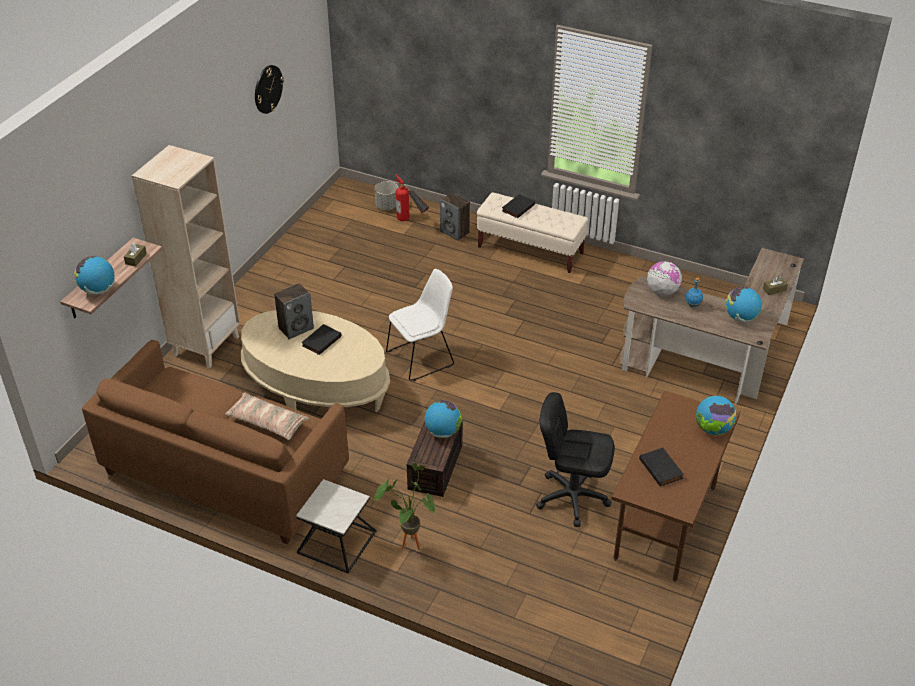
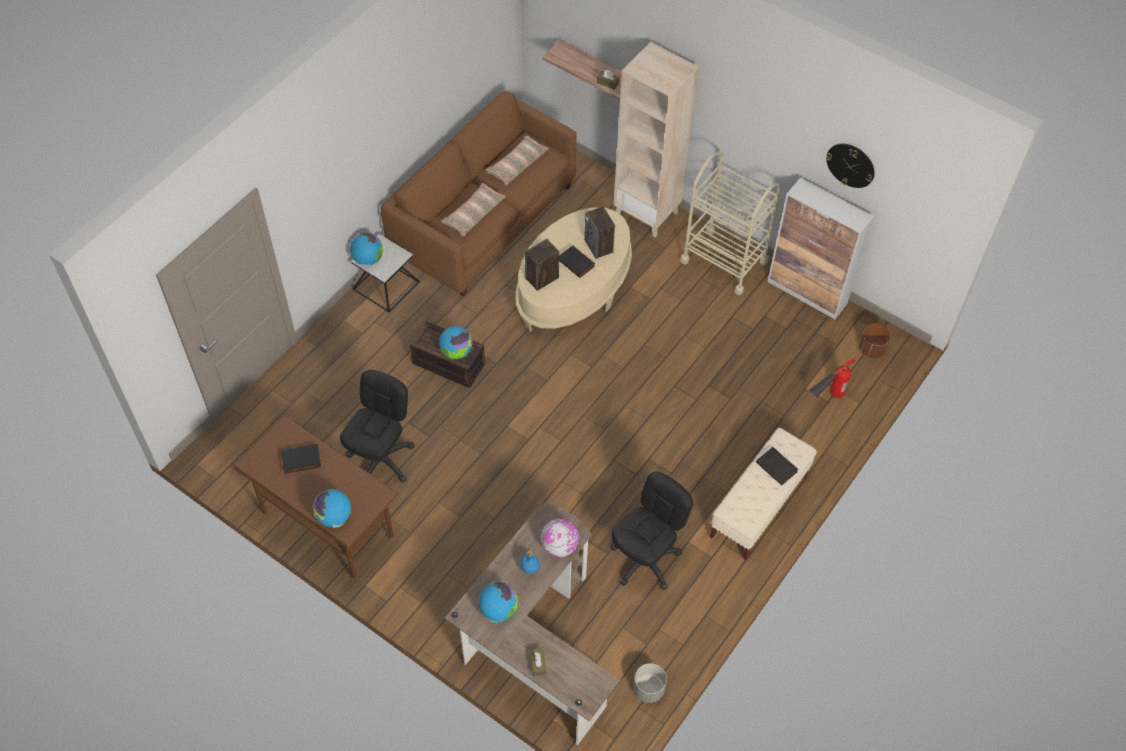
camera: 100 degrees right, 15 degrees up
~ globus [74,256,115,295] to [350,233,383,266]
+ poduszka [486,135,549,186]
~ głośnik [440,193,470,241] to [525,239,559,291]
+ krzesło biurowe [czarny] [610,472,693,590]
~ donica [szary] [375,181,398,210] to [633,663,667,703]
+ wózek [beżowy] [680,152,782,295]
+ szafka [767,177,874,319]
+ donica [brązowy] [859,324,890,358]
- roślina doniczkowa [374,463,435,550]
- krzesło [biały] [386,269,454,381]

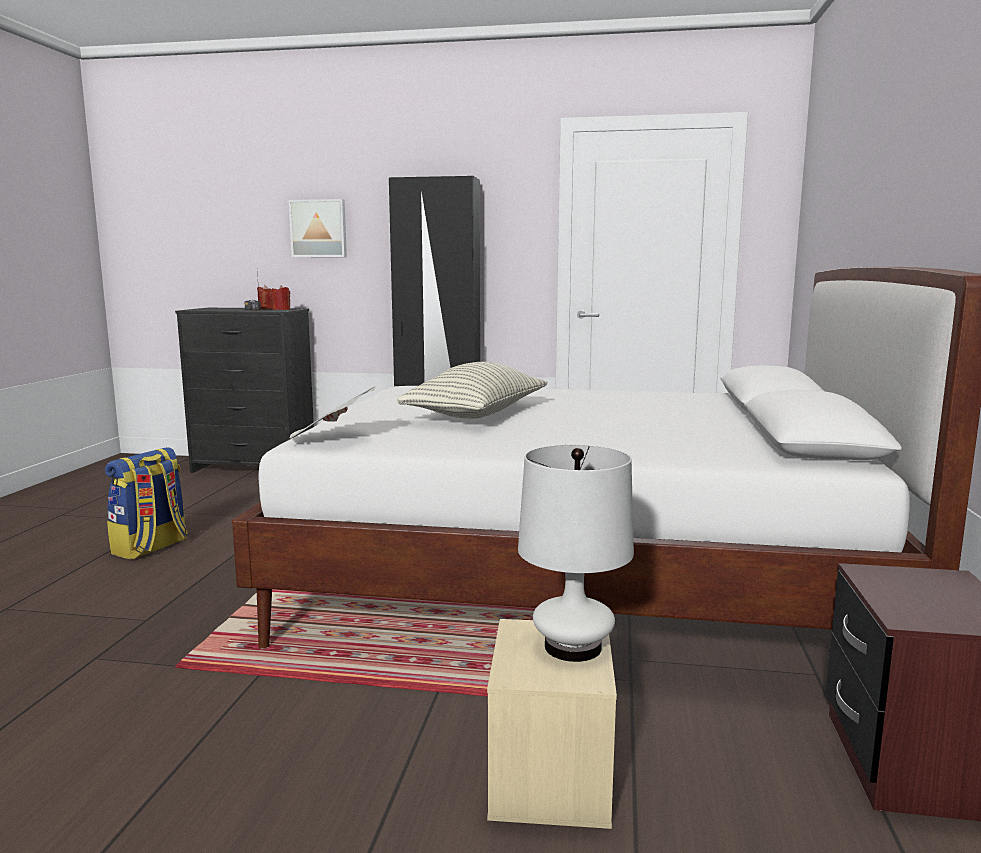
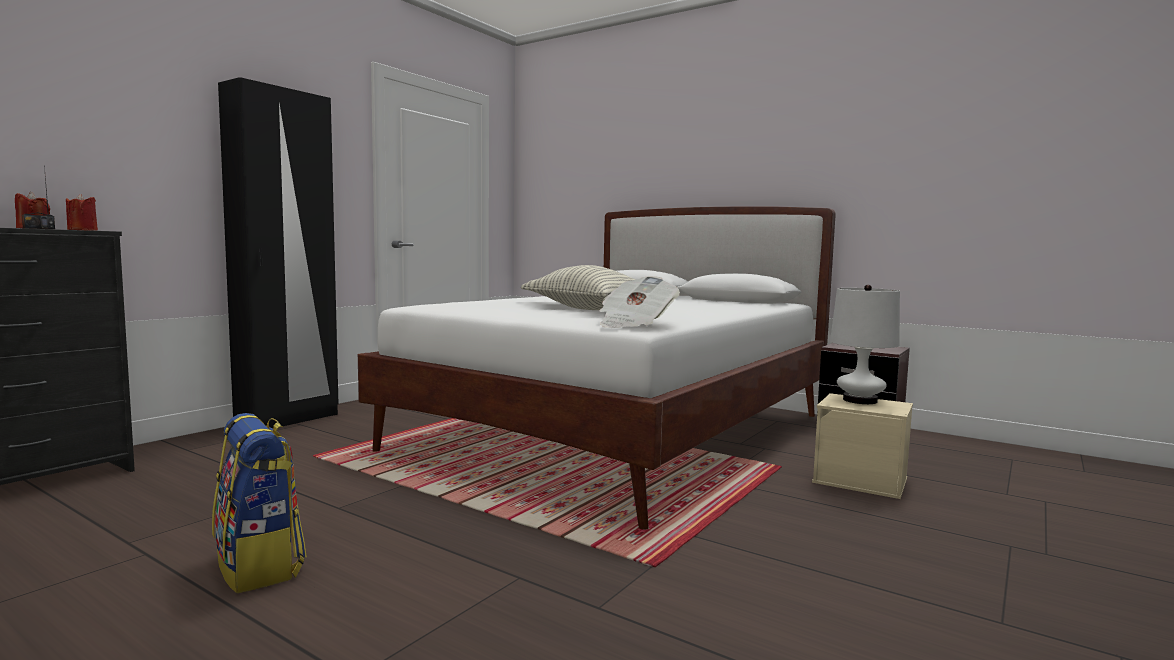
camera: 65 degrees left, 5 degrees down
- obraz [289,199,347,257]

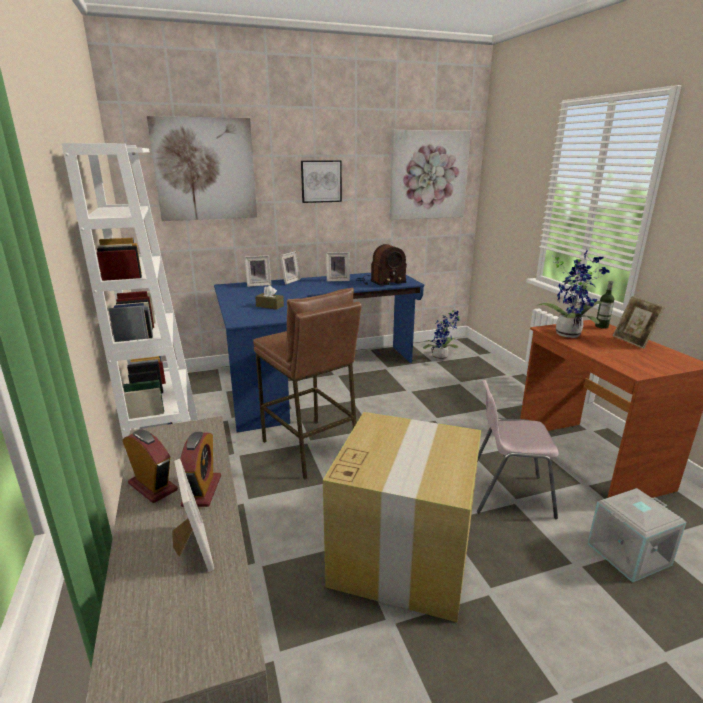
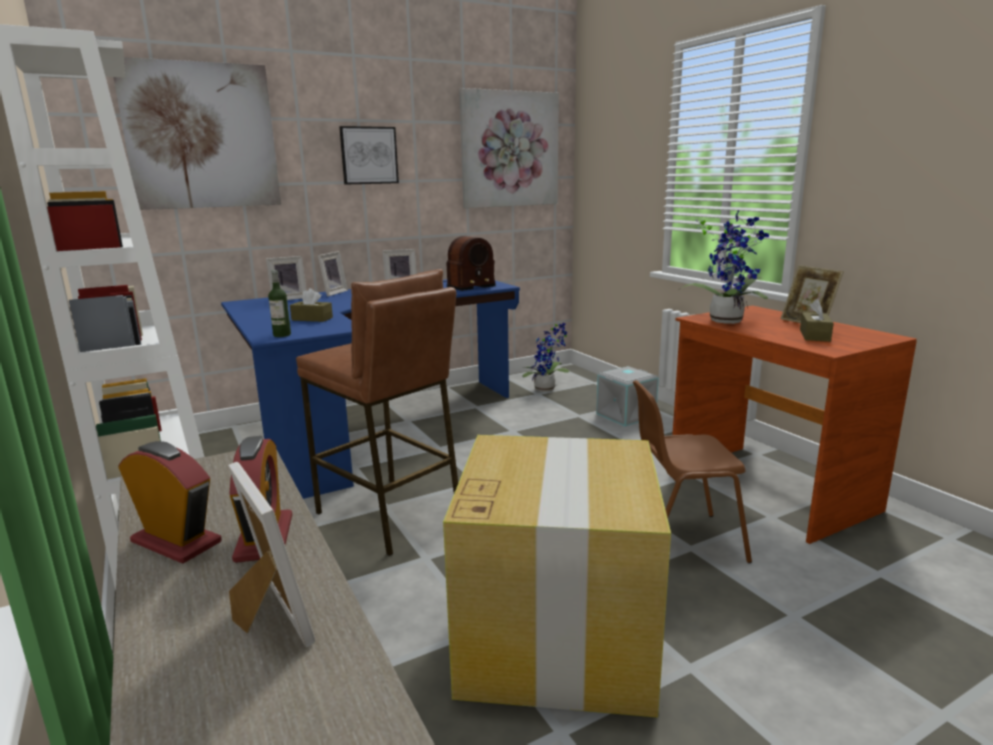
camera: 10 degrees left, 5 degrees down
~ butelka [595,281,614,329] to [268,270,291,337]
~ pojemnik do przechowywania [szary] [587,488,686,583] to [596,366,659,427]
~ krzesło [różowy] [477,380,559,519] to krzesło [brązowy] [633,380,752,563]
+ pudełko chusteczek [brązowy] [800,299,834,342]

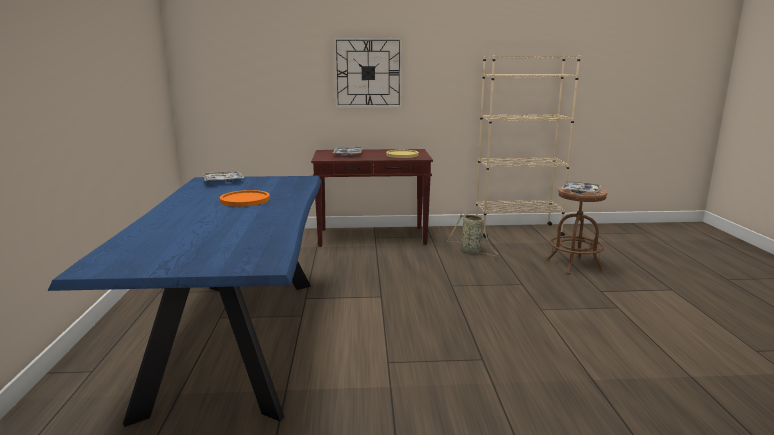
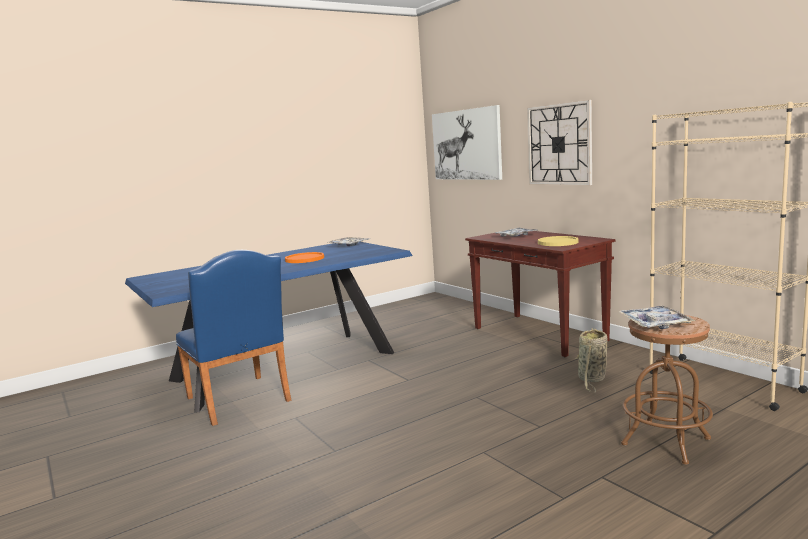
camera: 60 degrees right, 5 degrees down
+ krzesło [niebieski] [176,250,292,426]
+ obraz [432,105,502,180]

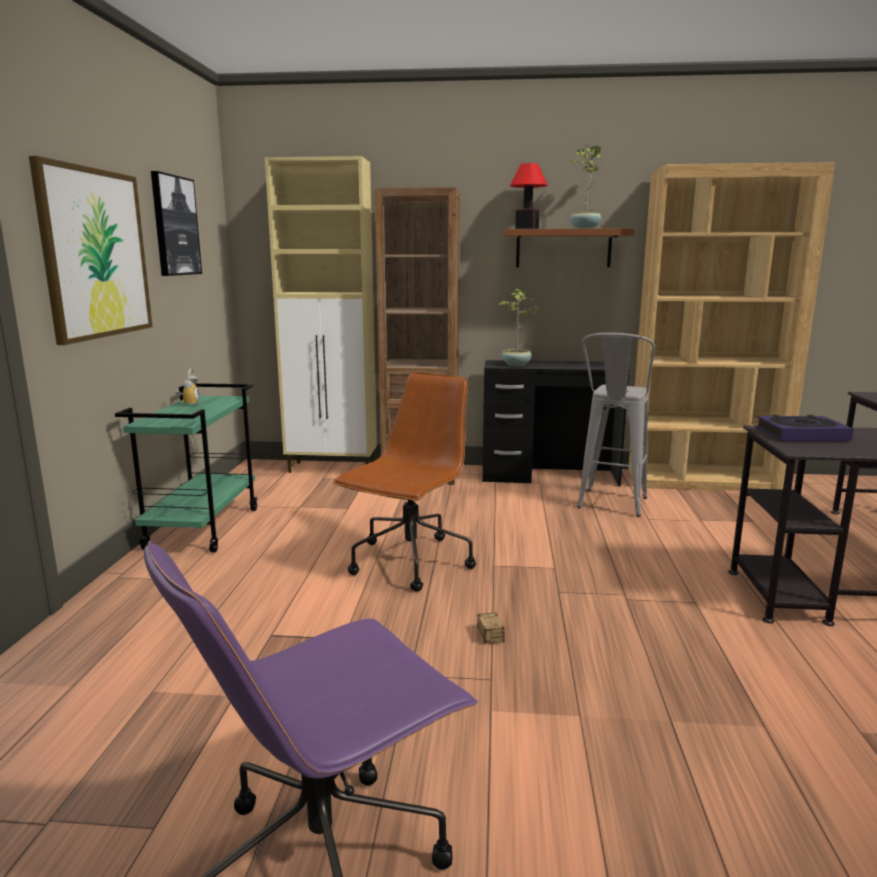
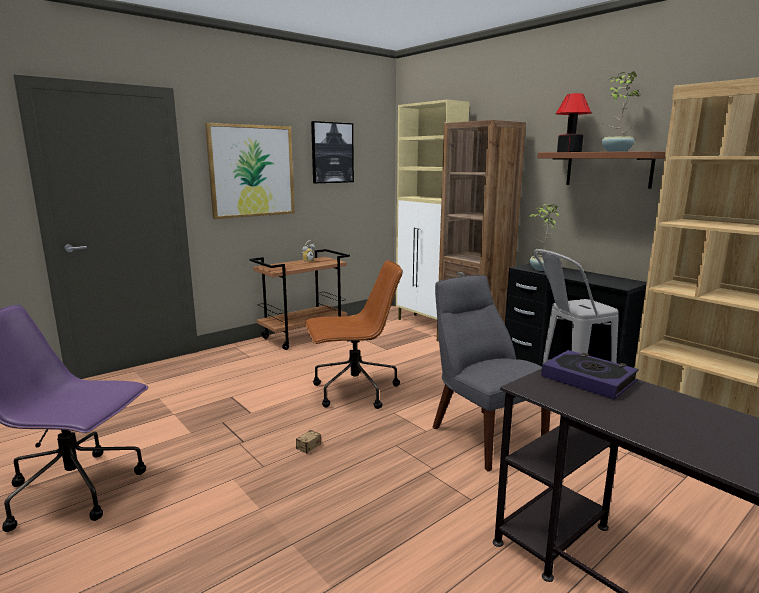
camera: 45 degrees right, 0 degrees up
~ wózek [zielony] [115,383,258,552] to wózek [brązowy] [249,249,350,350]
+ krzesło [szary] [433,275,551,472]

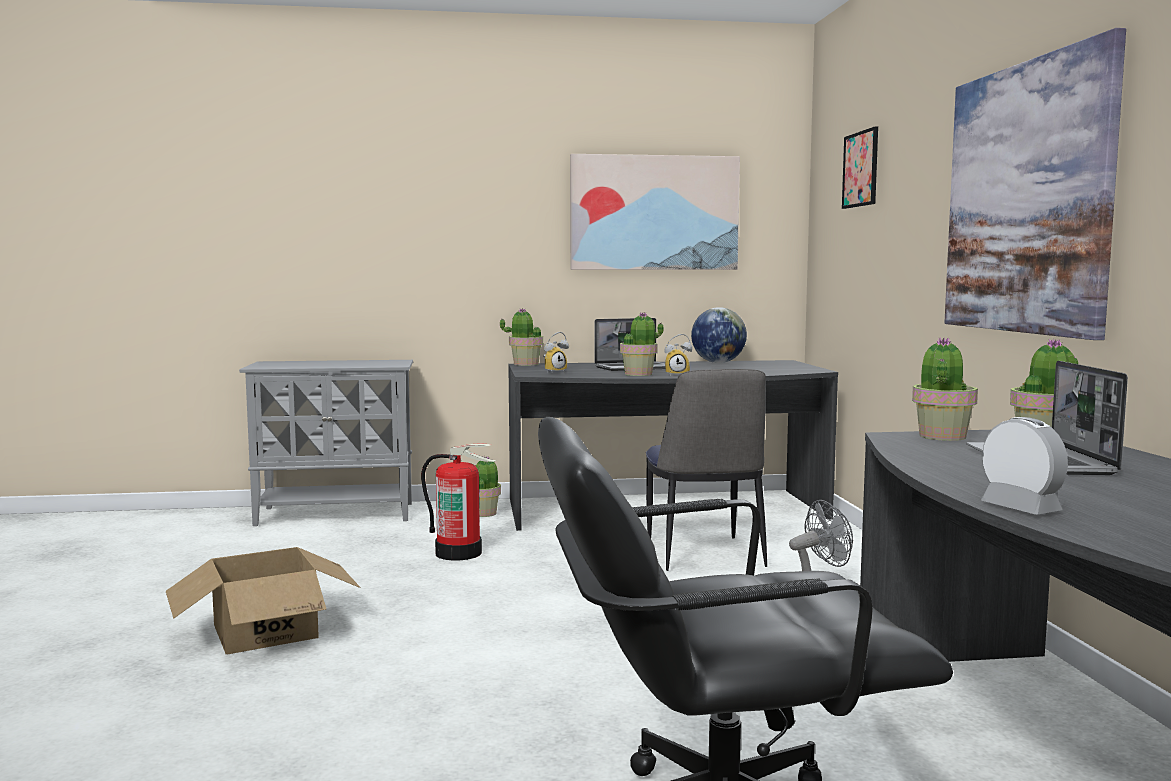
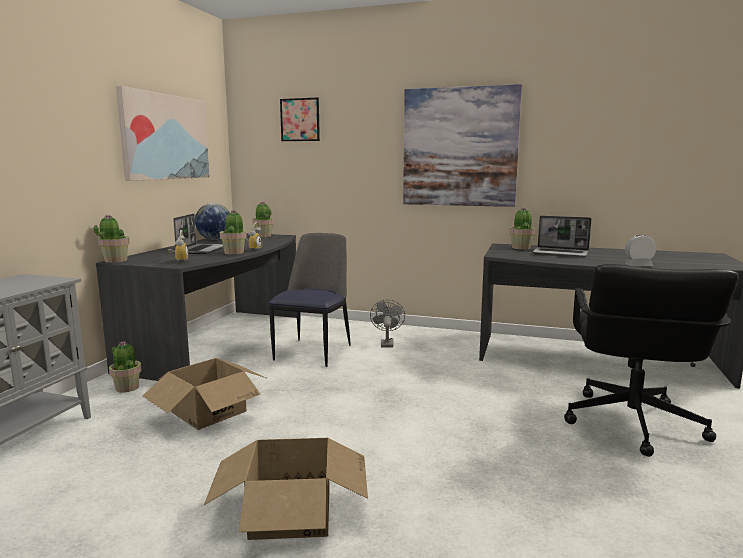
camera: 65 degrees left, 5 degrees up
~ gaśnica [421,444,497,560] to karton [143,358,266,430]
~ roślina doniczkowa [912,337,978,441] to [252,202,274,237]
~ krzesło [646,369,767,571] = [269,233,351,367] 90 degrees counterclockwise

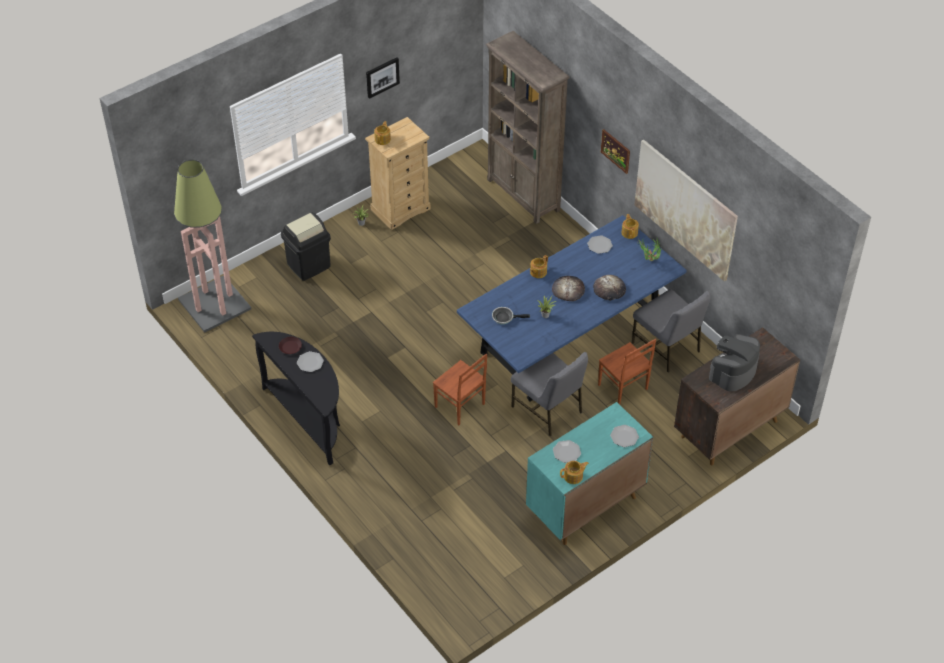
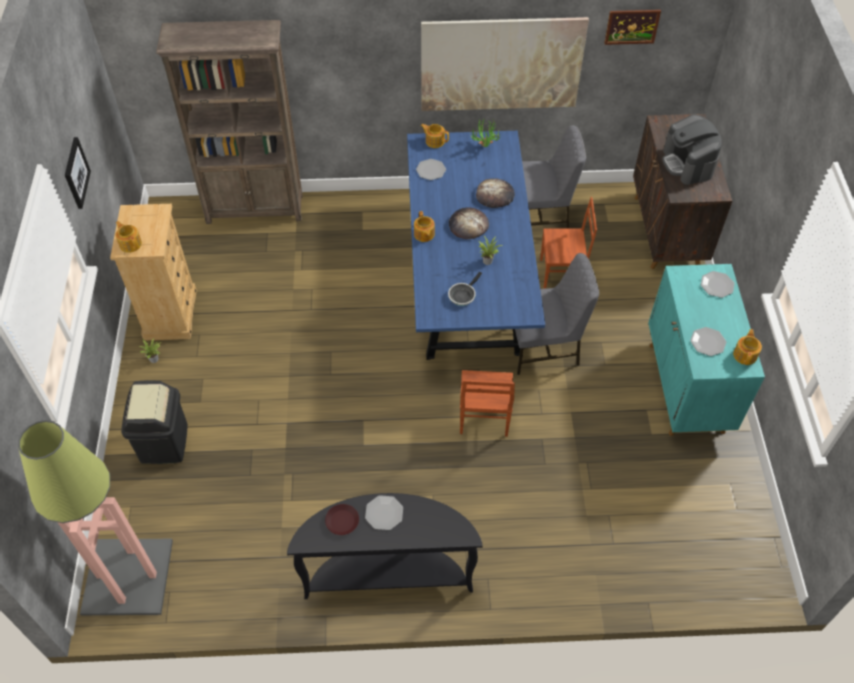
camera: 55 degrees left, 5 degrees up
~ krzesło [brązowy] [433,354,487,425] = [460,370,515,437] 105 degrees clockwise
~ obraz [601,129,630,174] to [604,10,661,45]

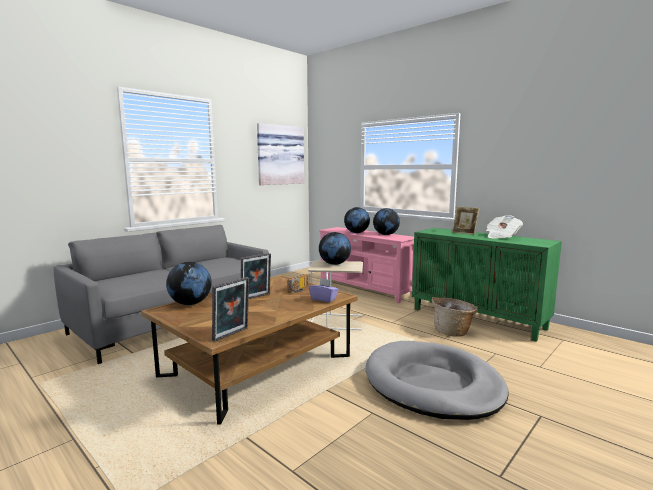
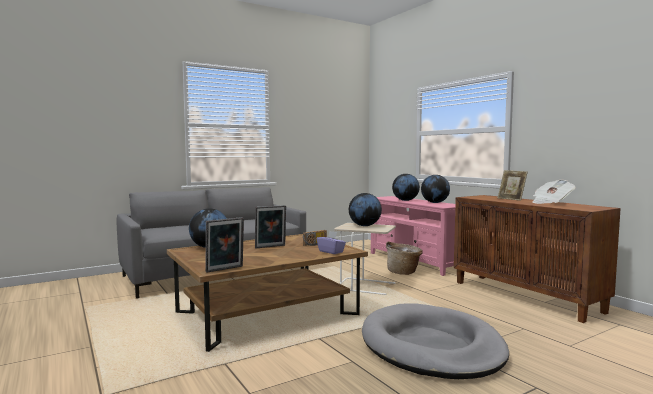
camera: 15 degrees right, 5 degrees down
~ koszyk [432,297,478,337] to [386,241,423,275]
~ szafka [zielony] [412,228,562,342] to szafka [brązowy] [454,195,621,323]
- obraz [257,123,304,185]

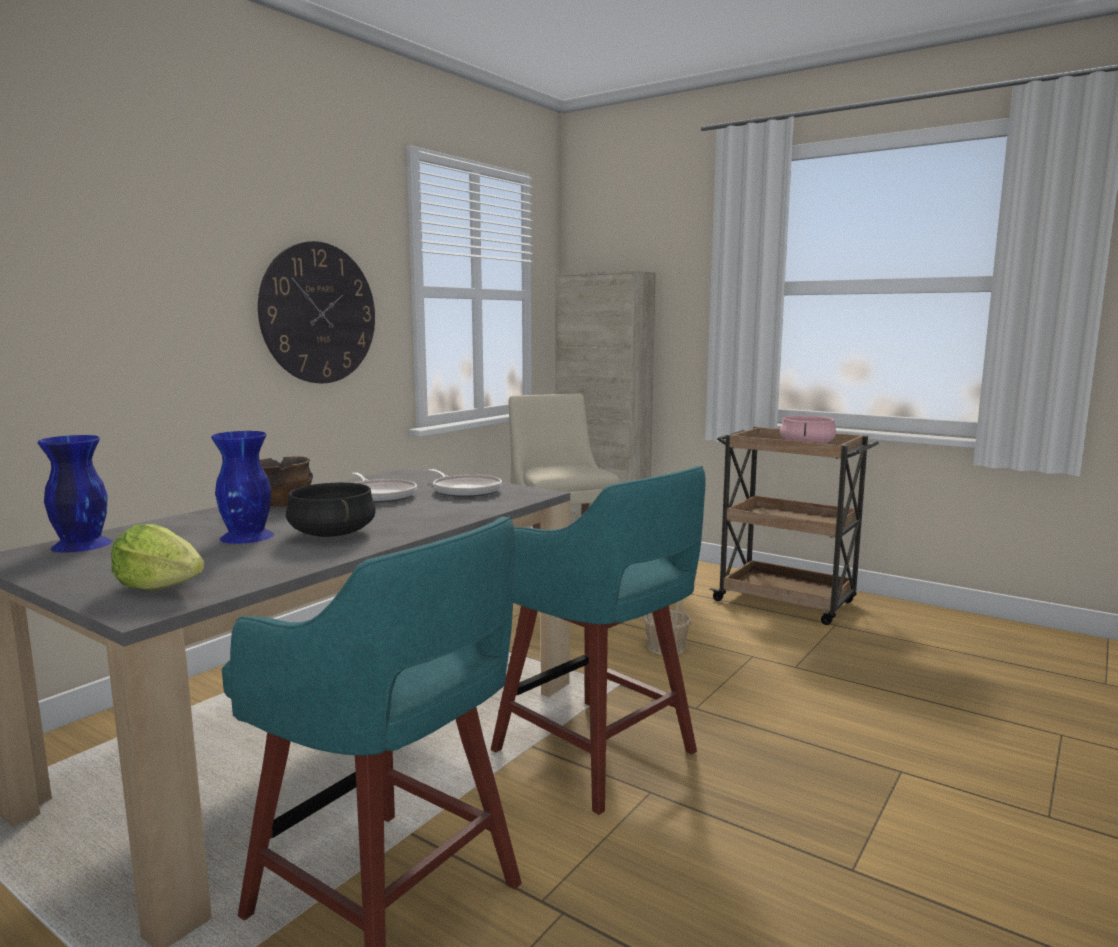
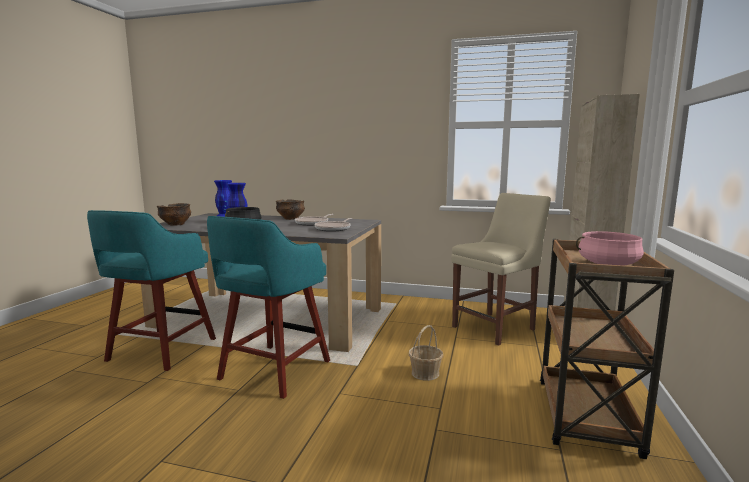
camera: 70 degrees right, 0 degrees up
~ sałata [111,524,204,591] to miska [157,203,191,225]
- zegar ścienny [258,241,375,383]

